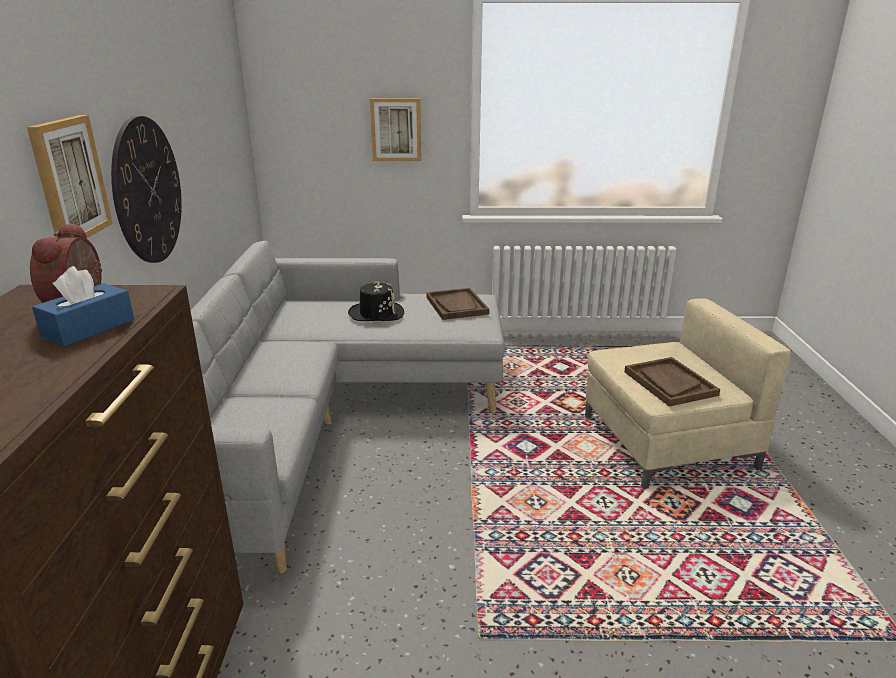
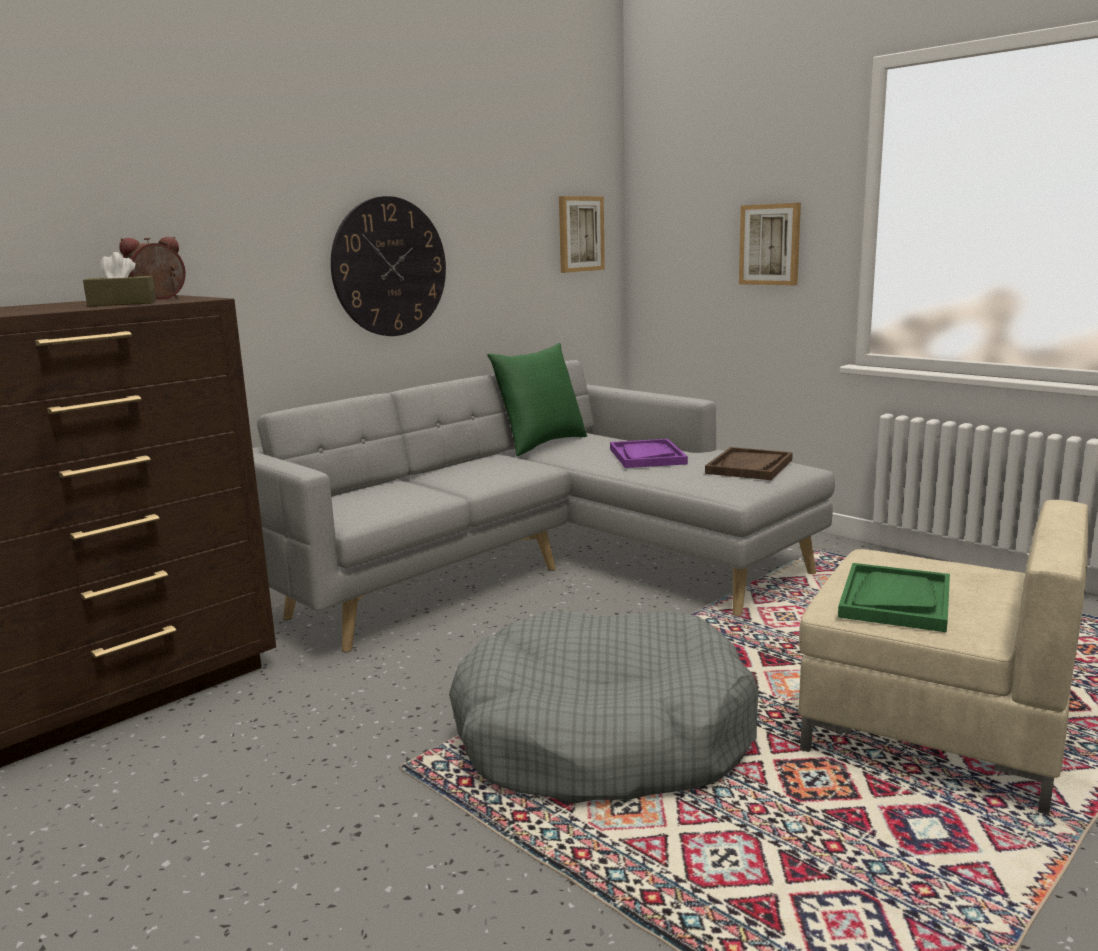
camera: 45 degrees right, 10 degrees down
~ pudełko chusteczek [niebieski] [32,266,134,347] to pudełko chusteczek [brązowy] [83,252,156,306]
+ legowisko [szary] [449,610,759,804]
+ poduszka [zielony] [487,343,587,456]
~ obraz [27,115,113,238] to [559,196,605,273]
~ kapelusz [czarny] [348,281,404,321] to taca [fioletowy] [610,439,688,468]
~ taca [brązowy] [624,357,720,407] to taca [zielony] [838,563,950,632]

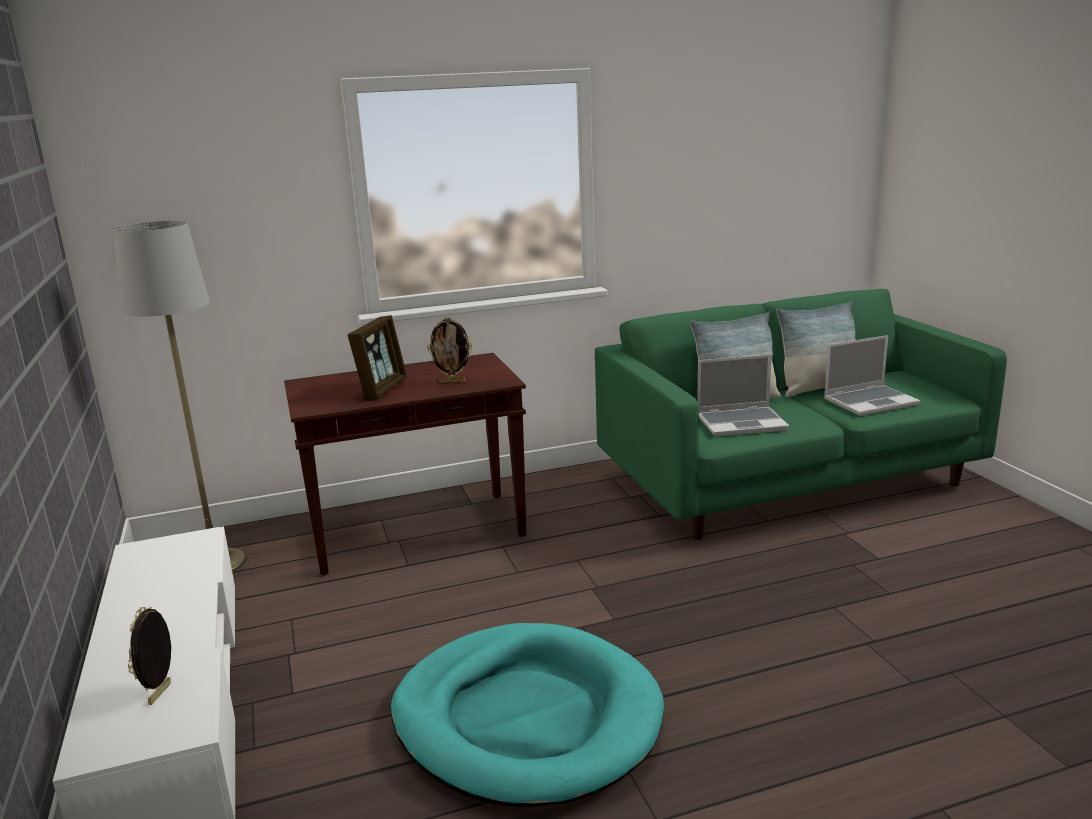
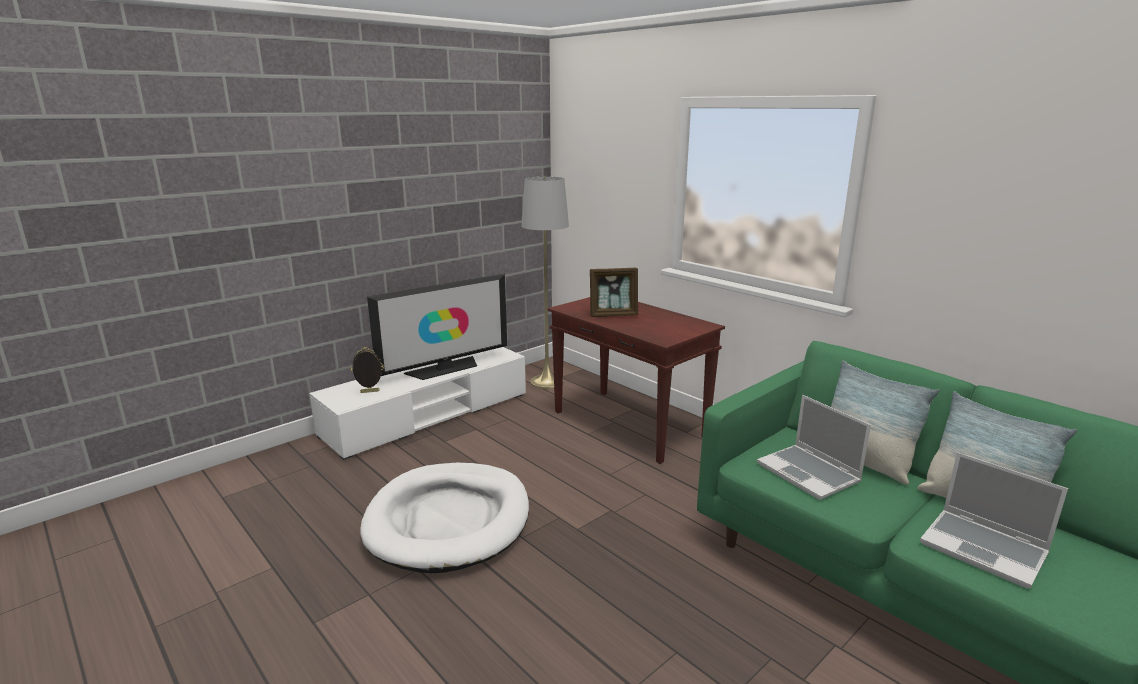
camera: 65 degrees right, 0 degrees up
~ legowisko [turkusowy] [391,623,664,807] to legowisko [biały] [360,463,529,573]
+ telewizor [367,274,507,380]
- ramka na zdjęcie [427,317,472,383]

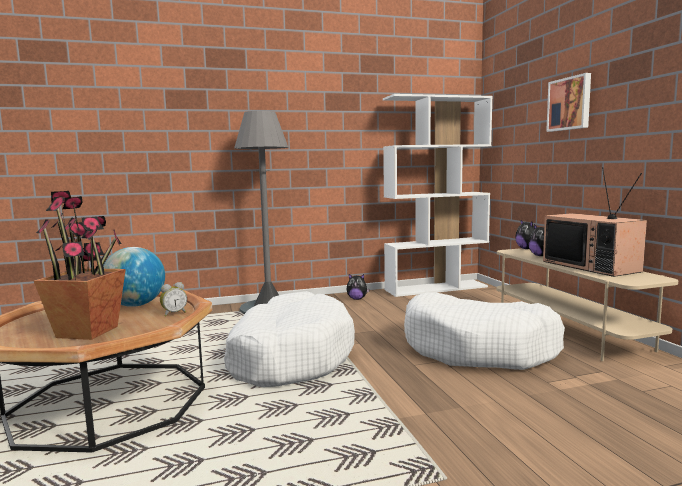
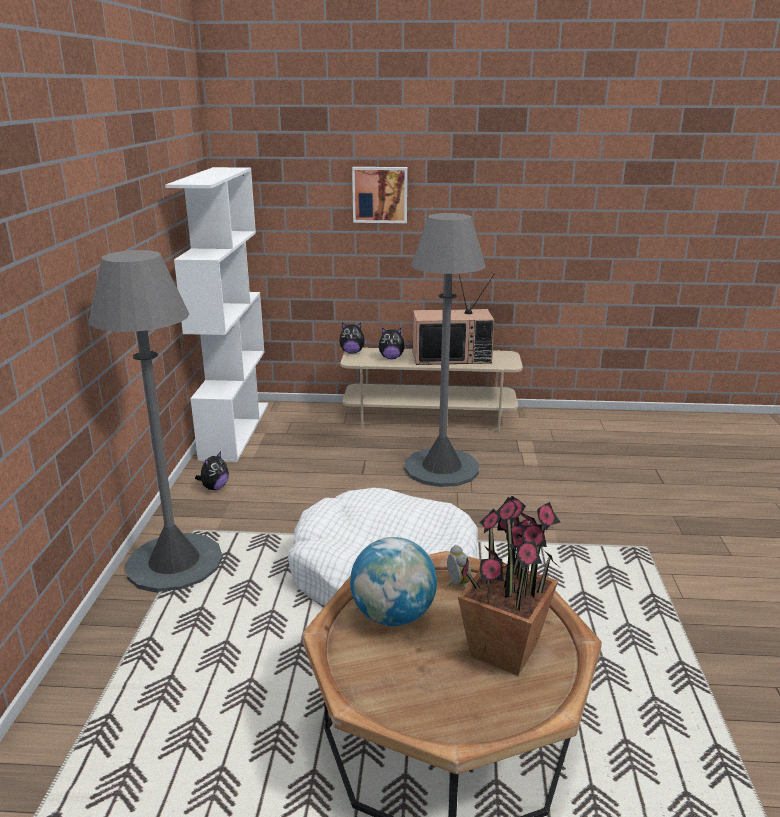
camera: 70 degrees left, 15 degrees up
~ legowisko [biały] [404,292,565,370] to lampa stojąca [szary] [404,213,486,487]

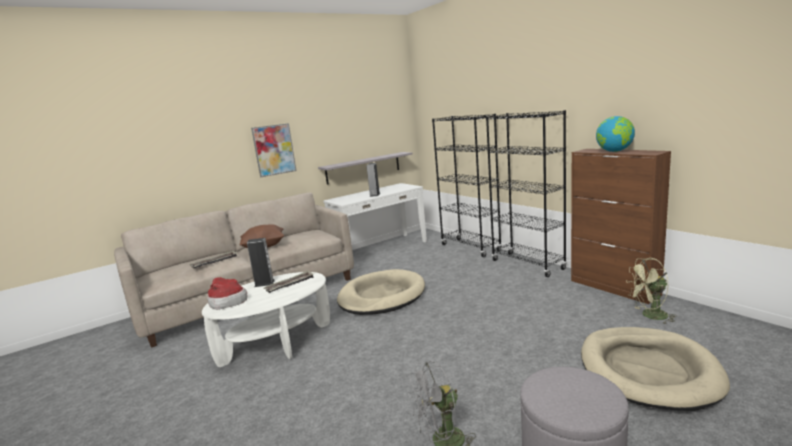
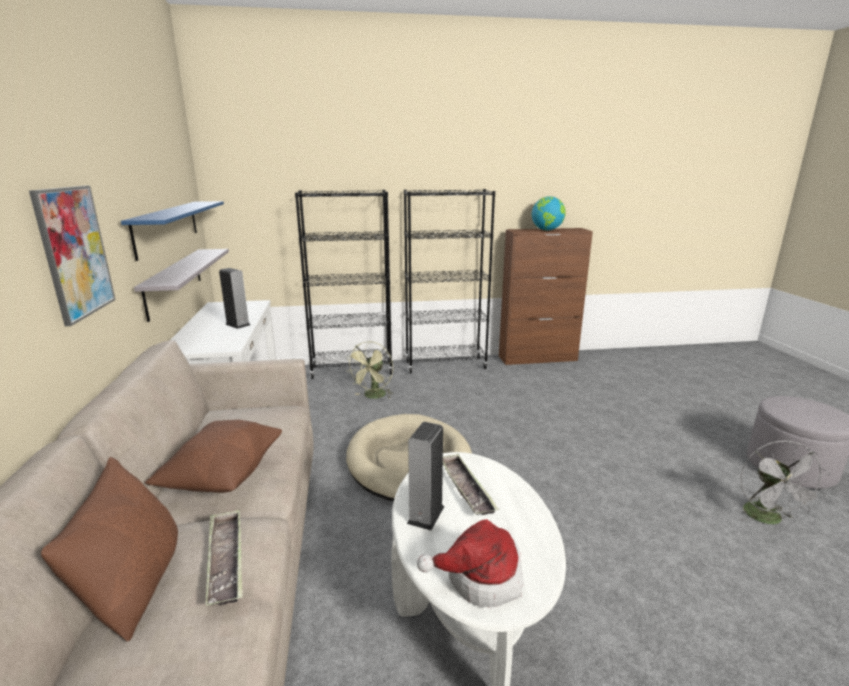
camera: 65 degrees left, 5 degrees up
+ poduszka [brązowy] [41,457,178,641]
+ półka [niebieski] [121,201,224,261]
~ wentylator [zielony] [626,258,677,325] to [347,341,393,399]
- legowisko [beżowy] [581,327,730,411]

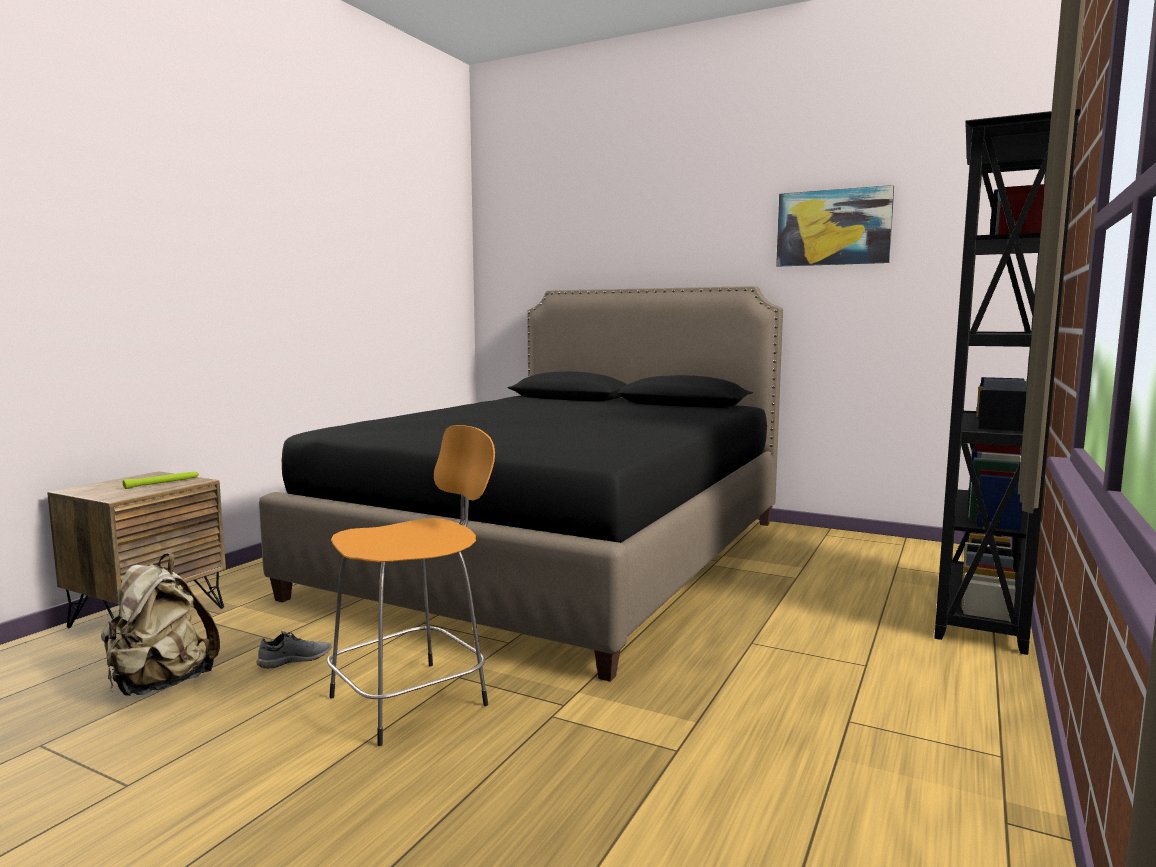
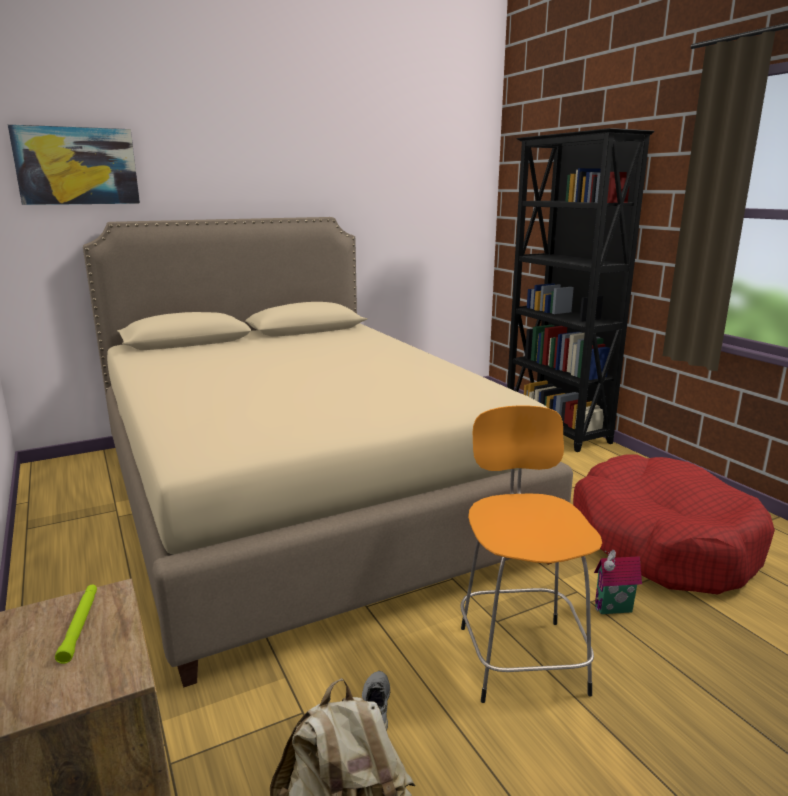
camera: 55 degrees left, 10 degrees up
~ obraz [776,185,894,267] to [8,124,140,205]
~ łóżko [czarny] [259,286,783,682] to łóżko [beżowy] [83,217,573,688]
+ legowisko [czerwony] [573,454,775,595]
+ domek [594,550,642,614]

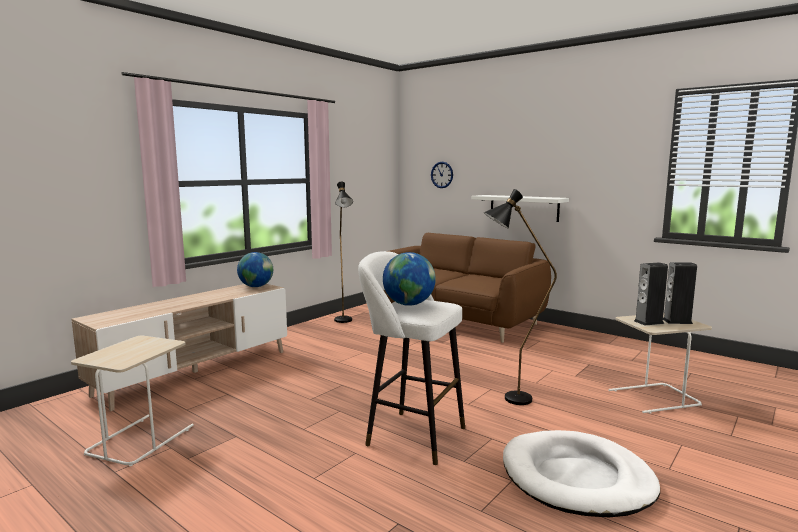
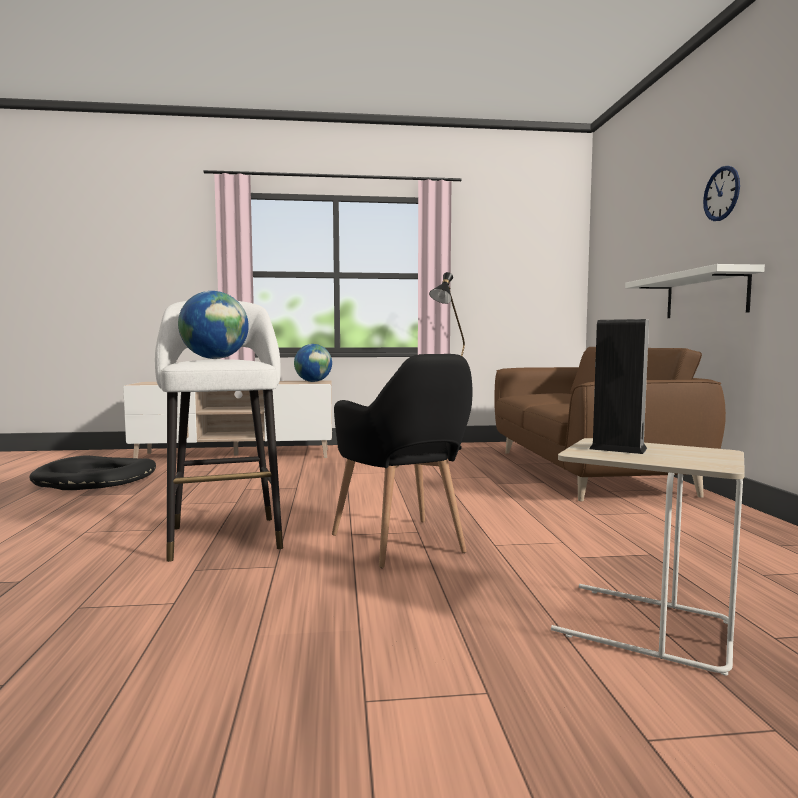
camera: 45 degrees right, 5 degrees down
~ stolik [beżowy] [71,335,194,466] to legowisko [czarny] [29,455,156,490]
~ lampa stojąca [czarny] [484,189,557,405] to fotel [czarny] [332,354,473,568]
~ zegar ścienny [431,162,453,188] to [703,166,740,221]
- legowisko [biały] [503,430,660,517]
- głośnik [663,262,697,324]

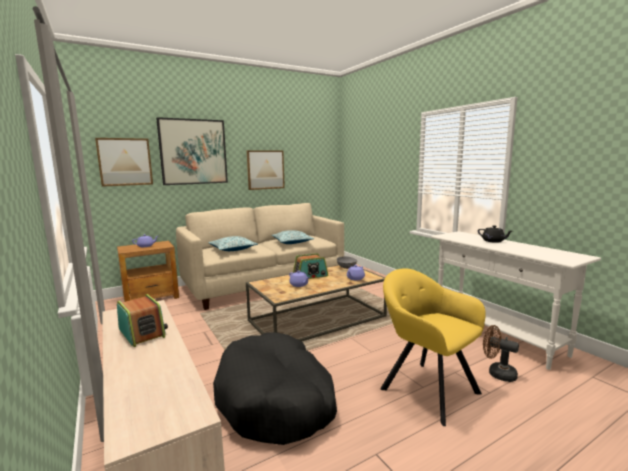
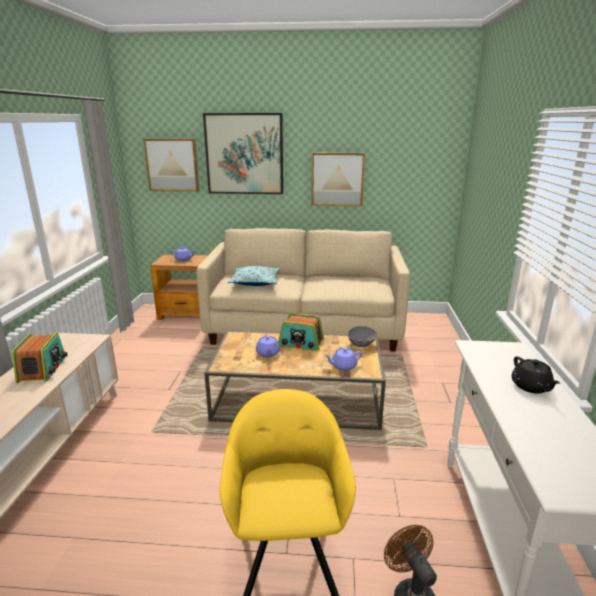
camera: 35 degrees right, 10 degrees up
- legowisko [czarny] [213,332,337,445]
- poduszka [272,230,315,244]

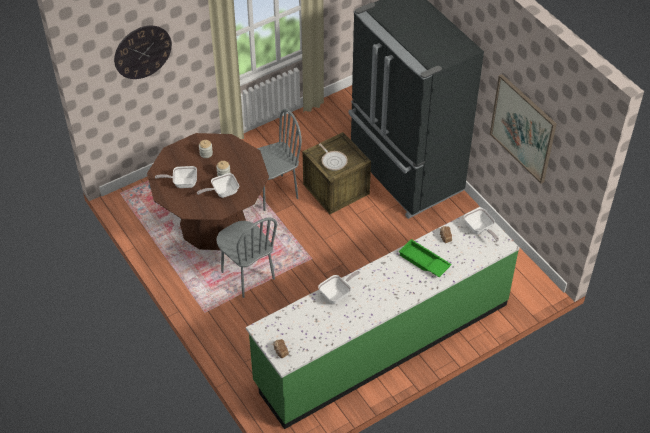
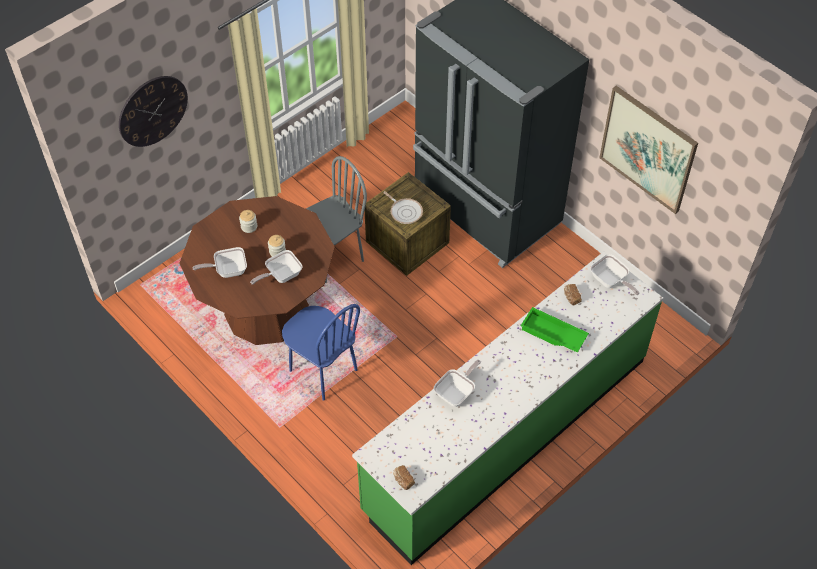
camera: 10 degrees left, 5 degrees up
~ krzesło [szary] [216,217,277,298] to krzesło [niebieski] [282,304,360,401]

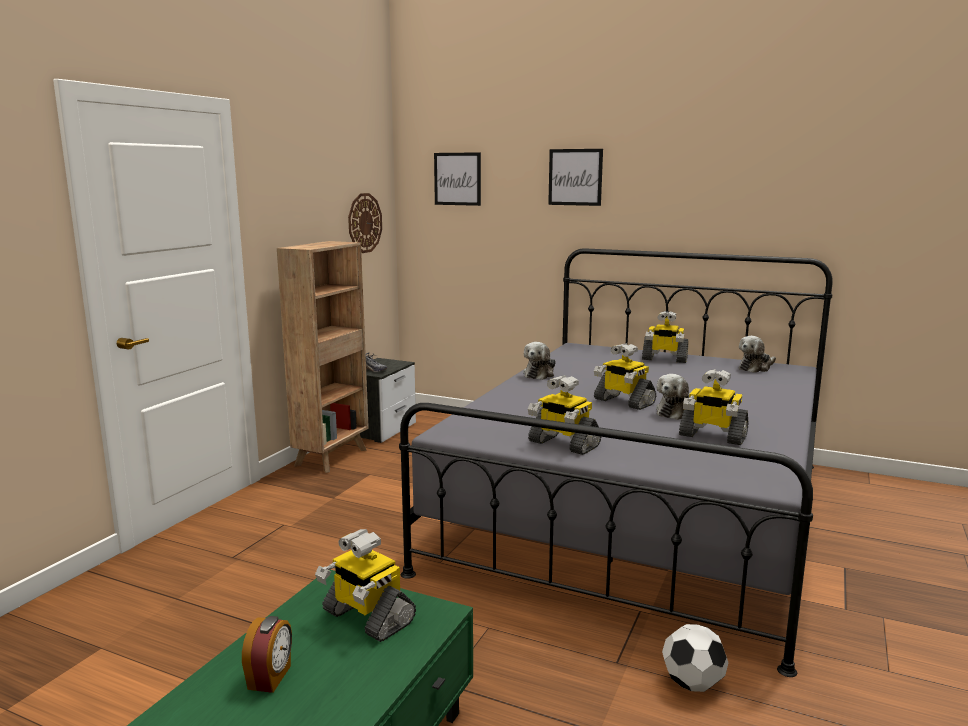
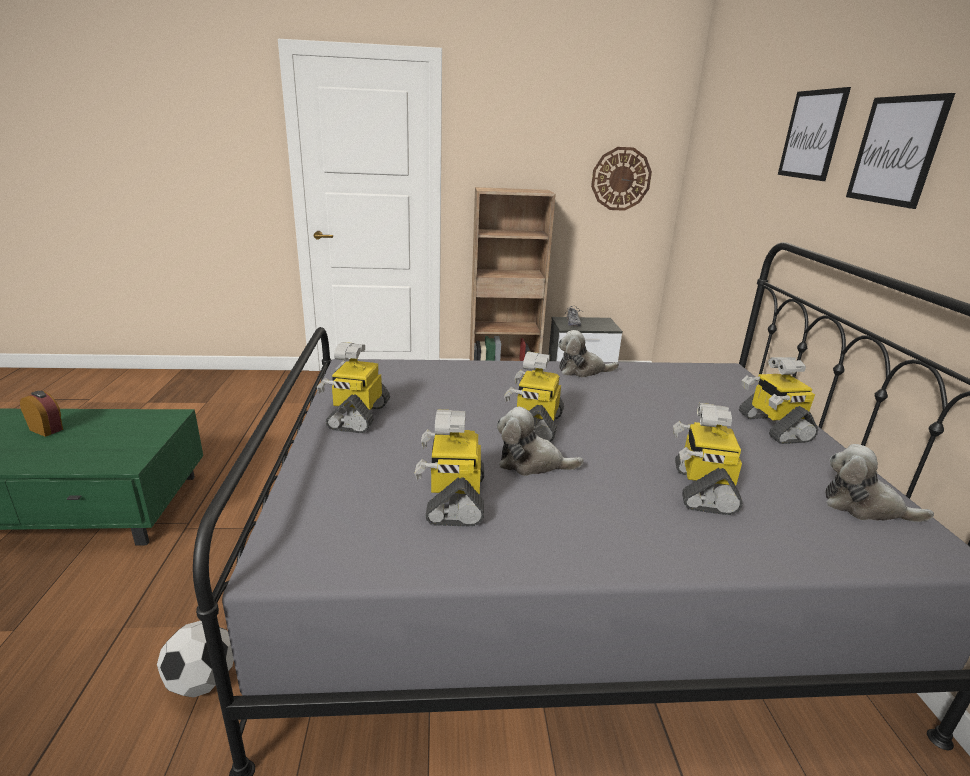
camera: 60 degrees right, 10 degrees up
~ budzik [242,616,292,693] = [20,391,63,437] 135 degrees counterclockwise
~ robot zabawkowy [315,529,416,642] to [673,403,743,515]
~ obraz [434,152,481,206] to [846,93,955,209]

